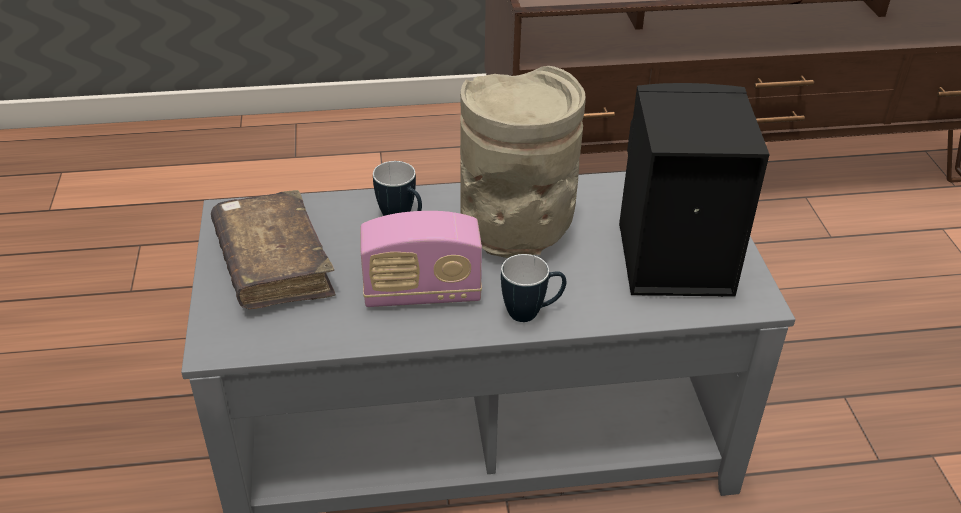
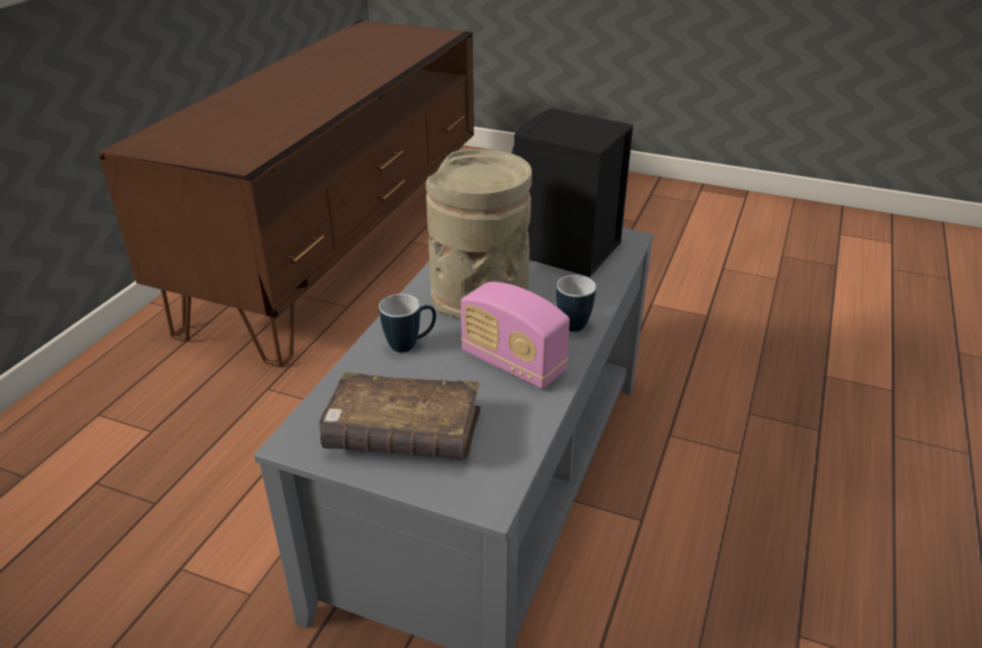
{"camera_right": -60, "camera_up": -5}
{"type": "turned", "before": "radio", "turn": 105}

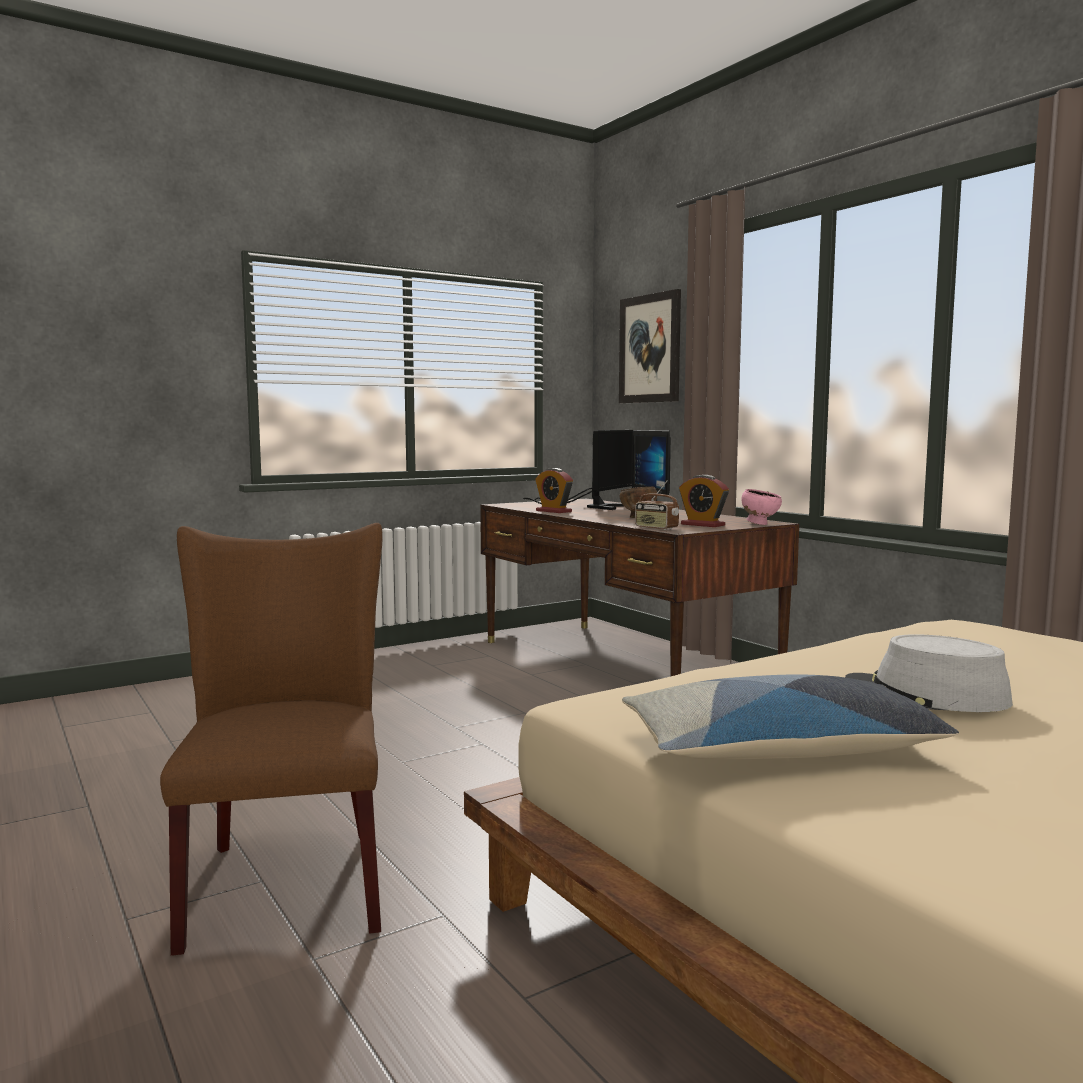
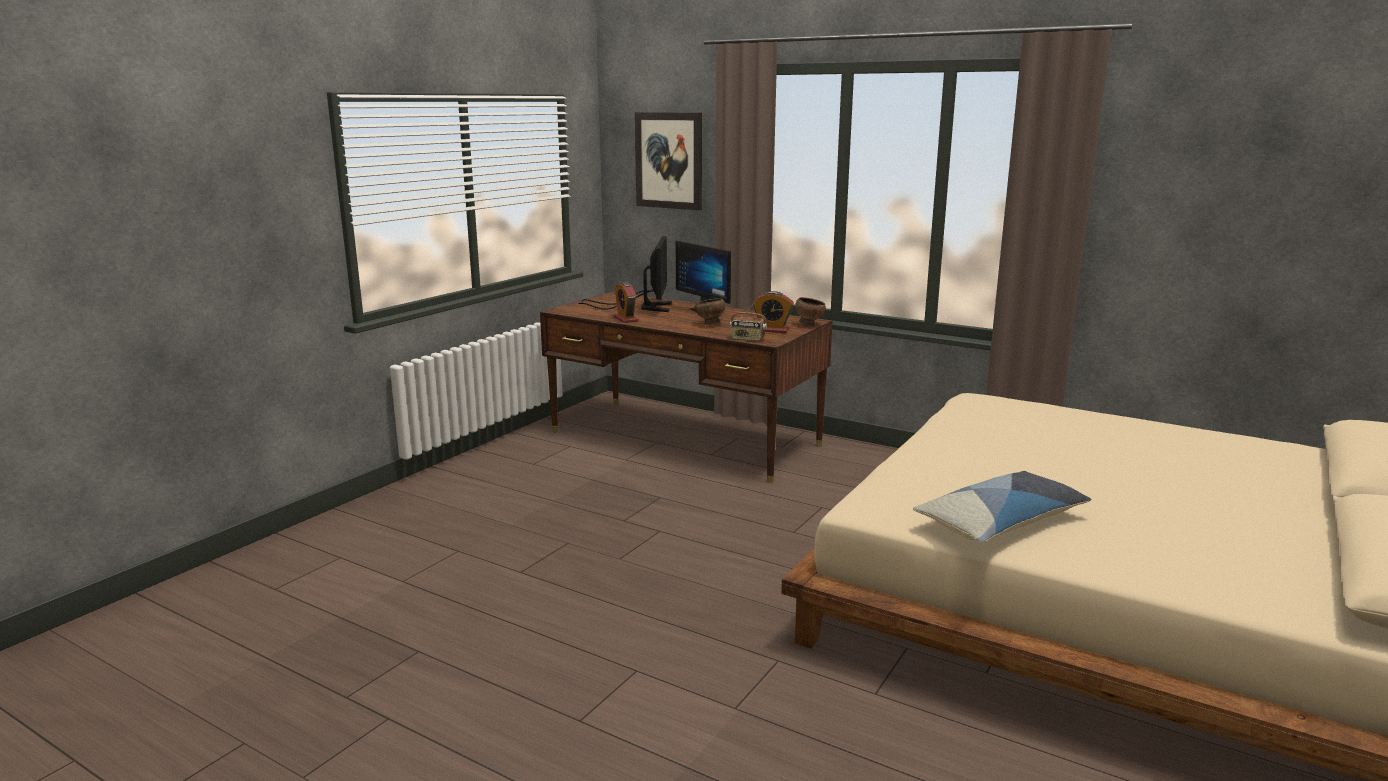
{"camera_right": -25, "camera_up": 10}
{"type": "removed", "before": "brownish plain chair"}
{"type": "turned", "before": "alarm clock (1st from left)", "turn": 45}
{"type": "recoloured", "before": "pink bowl", "after": "brownish bowl (2nd from left)"}
{"type": "removed", "before": "greyish wearable hat"}

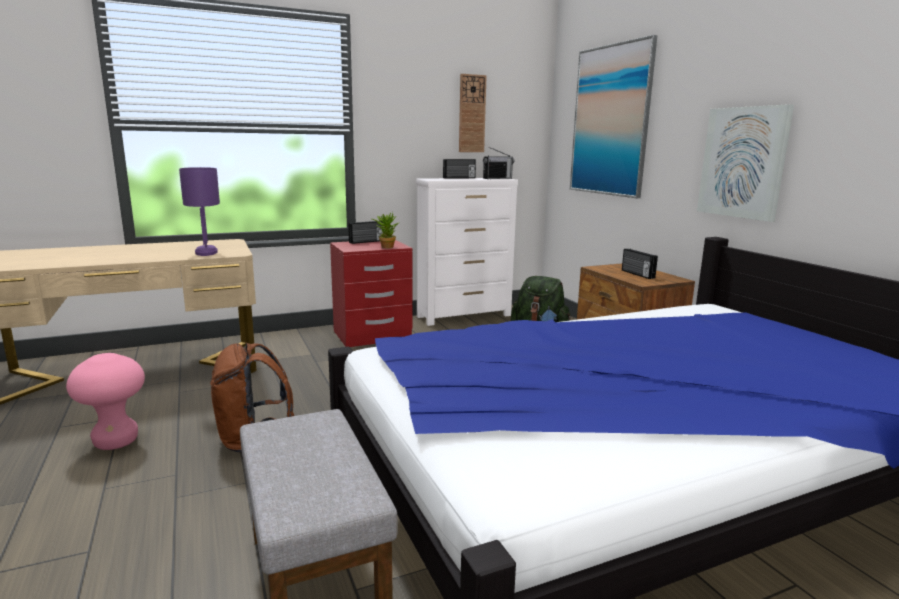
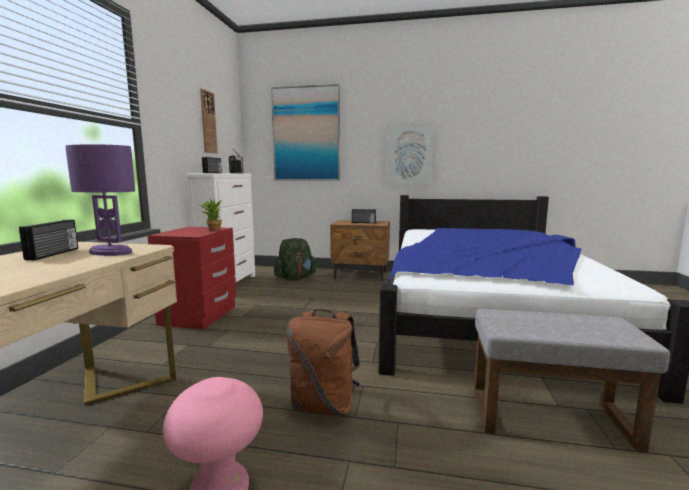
{"camera_right": -55, "camera_up": -5}
{"type": "moved", "before": "radio (1st from left)"}

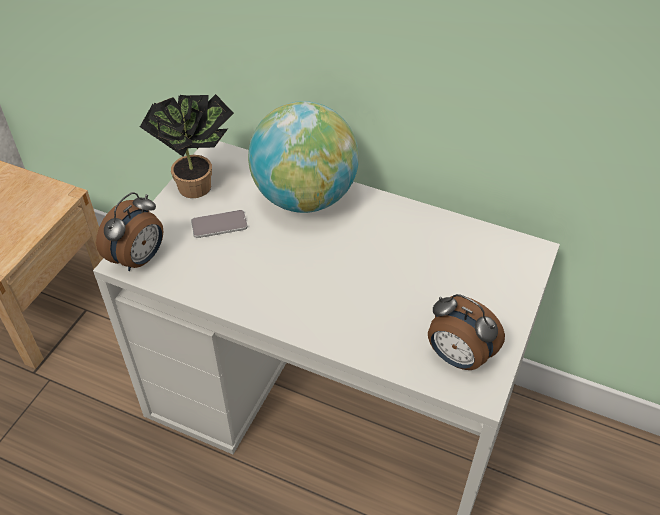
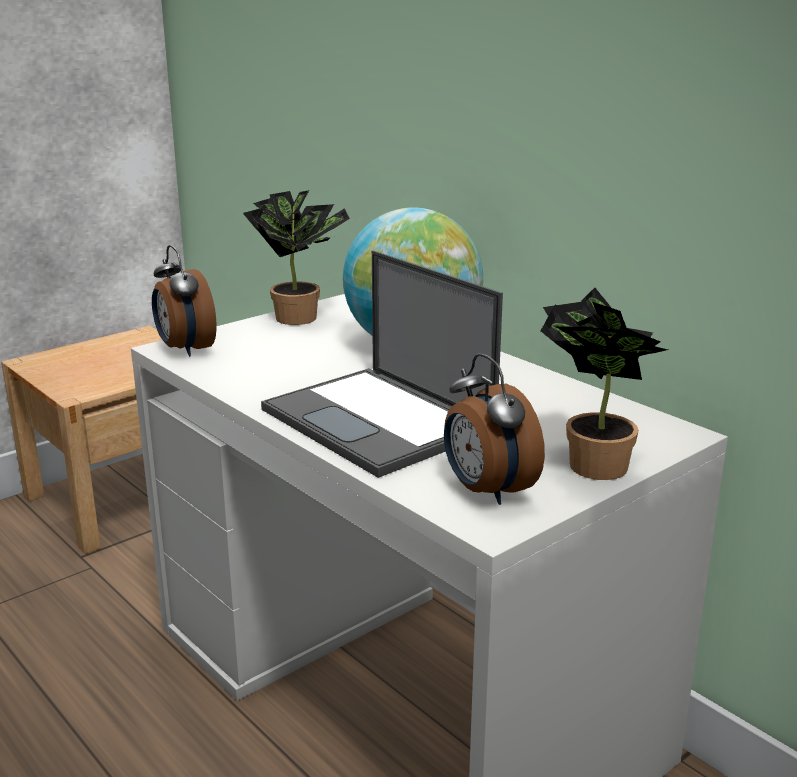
{"camera_right": 25, "camera_up": -25}
{"type": "turned", "before": "alarm clock (1st from left)", "turn": 90}
{"type": "removed", "before": "phone"}
{"type": "added", "after": "notebook computer"}
{"type": "added", "after": "plant in a pot (2nd from left)"}

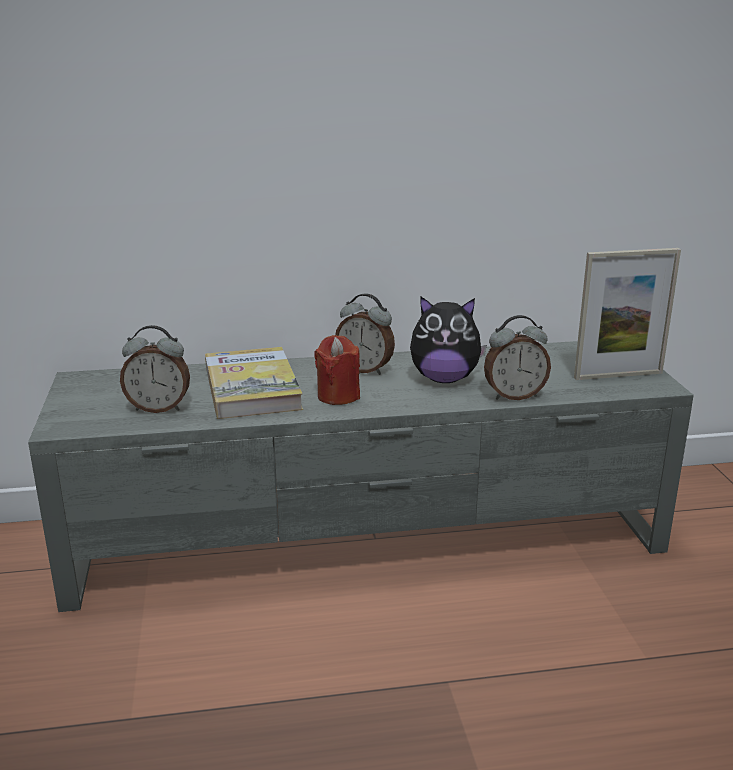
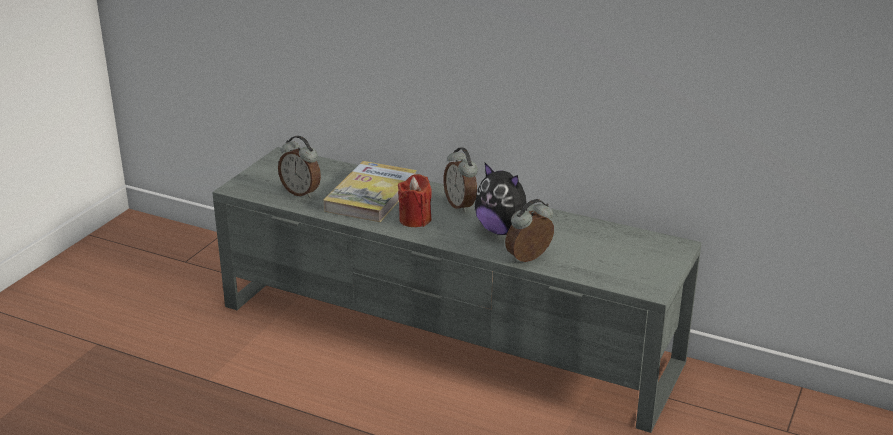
{"camera_right": 35, "camera_up": 5}
{"type": "turned", "before": "alarm clock (3rd from left)", "turn": 120}
{"type": "removed", "before": "photo frame"}

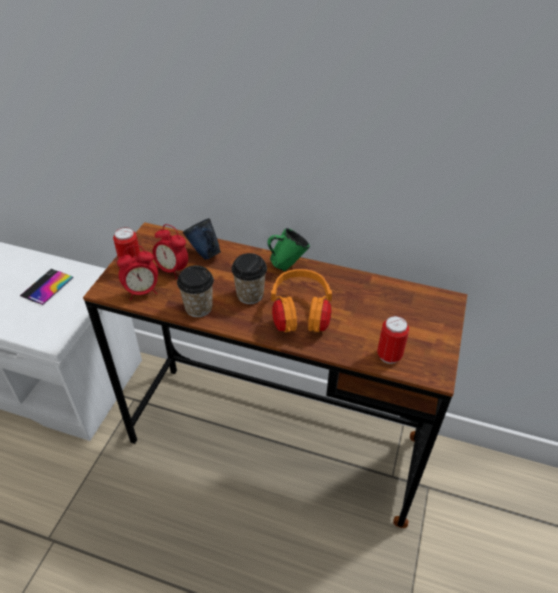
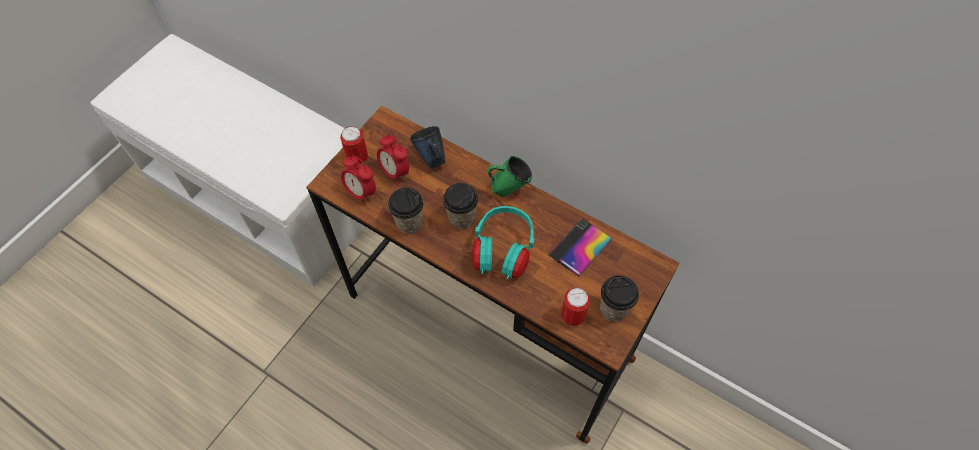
{"camera_right": 15, "camera_up": 15}
{"type": "moved", "before": "phone"}
{"type": "turned", "before": "alarm clock (1st from left)", "turn": 45}
{"type": "recoloured", "before": "orangey headphones", "after": "turquoise headphones"}
{"type": "added", "after": "small cup (3rd from left)"}

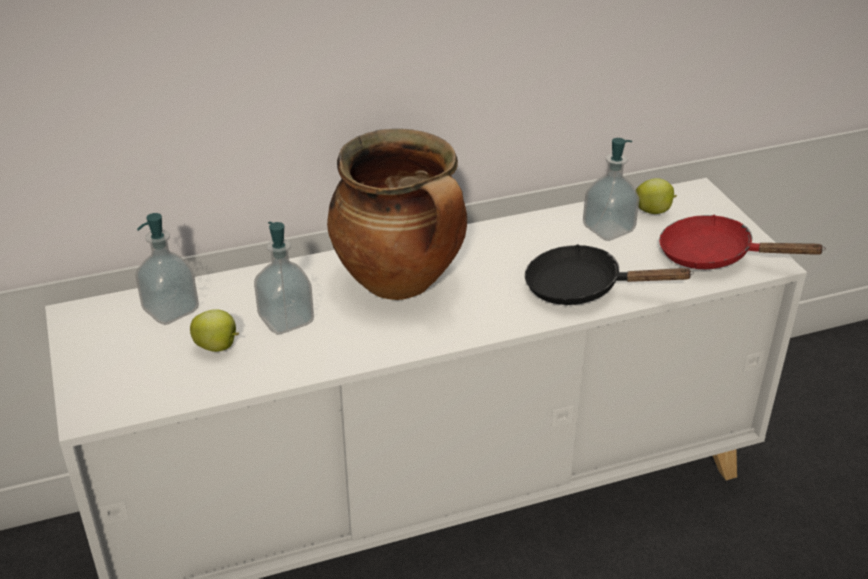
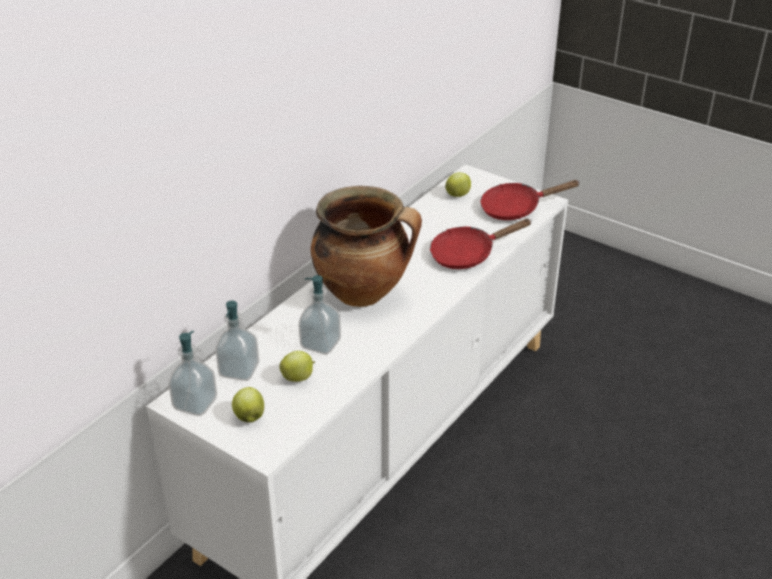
{"camera_right": -35, "camera_up": 0}
{"type": "recoloured", "before": "black frying pan", "after": "red frying pan (1st from left)"}
{"type": "moved", "before": "liquid soap bottle (3rd from left in the first image)", "after": "liquid soap bottle (1st from left)"}
{"type": "added", "after": "whole apple (1st from left)"}

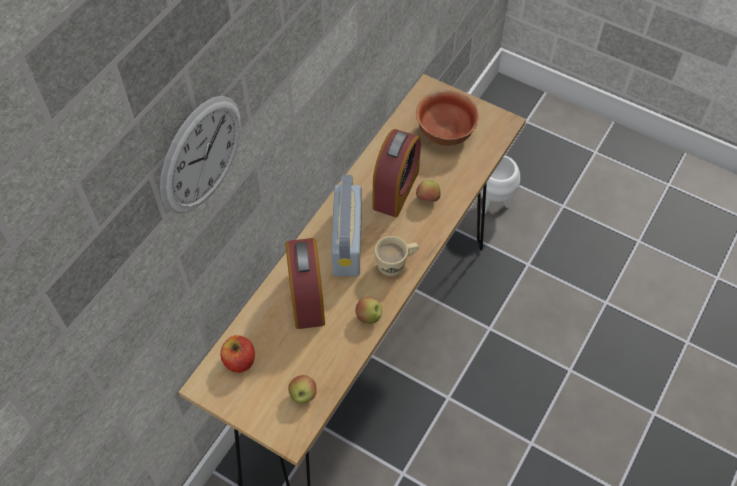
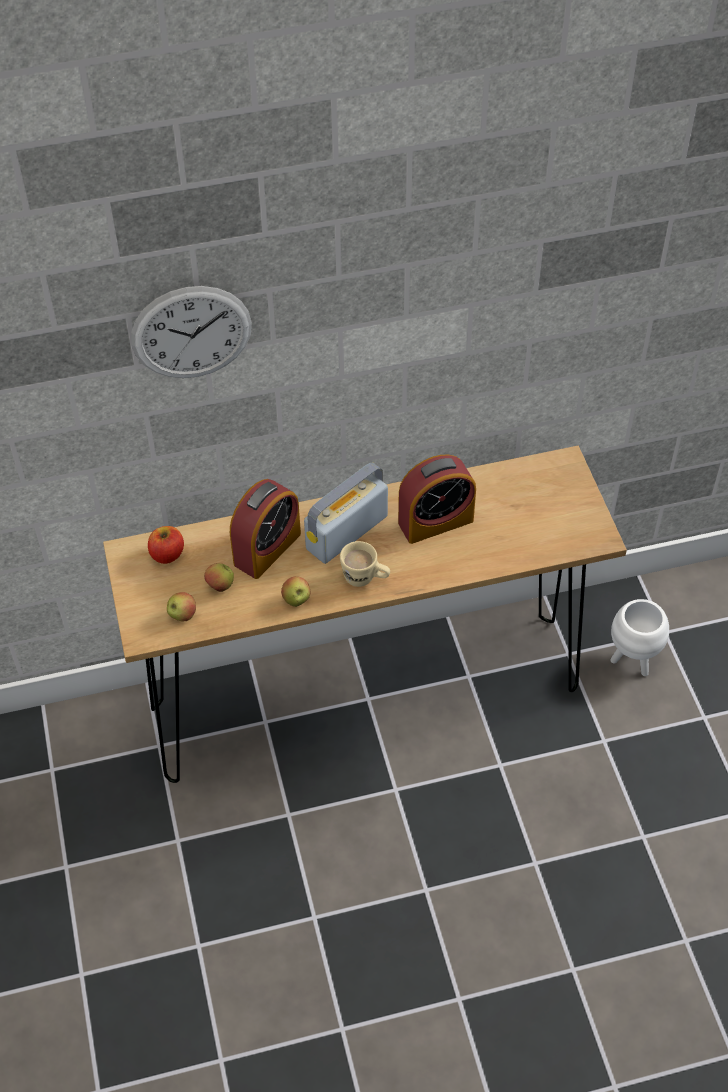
{"camera_right": 45, "camera_up": -5}
{"type": "removed", "before": "bowl"}
{"type": "moved", "before": "whole apple (4th from left in the first image)", "after": "whole apple (3rd from left)"}

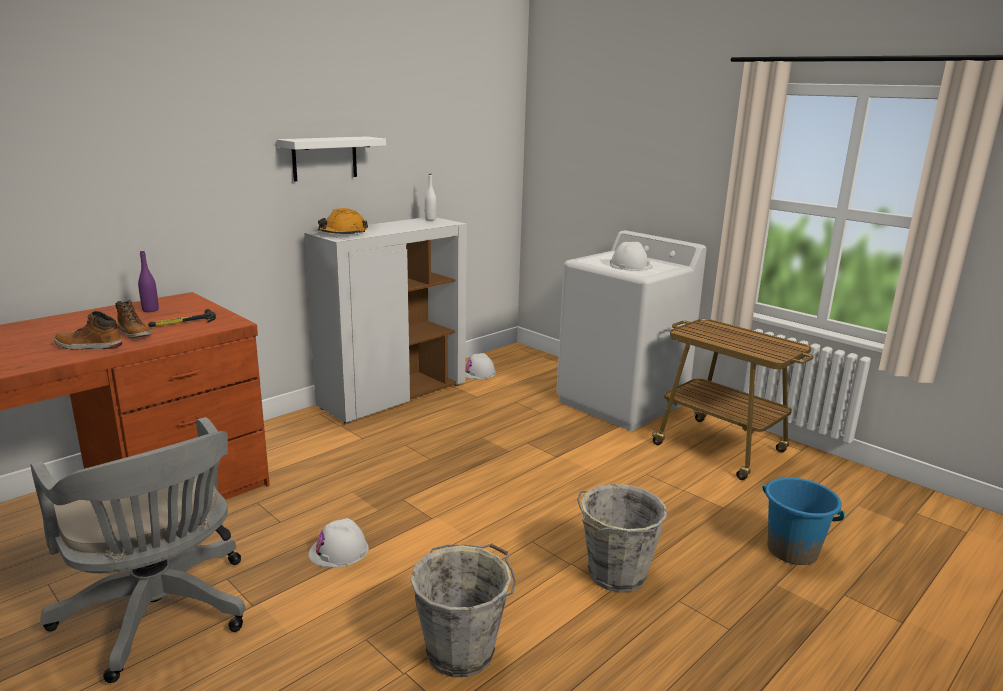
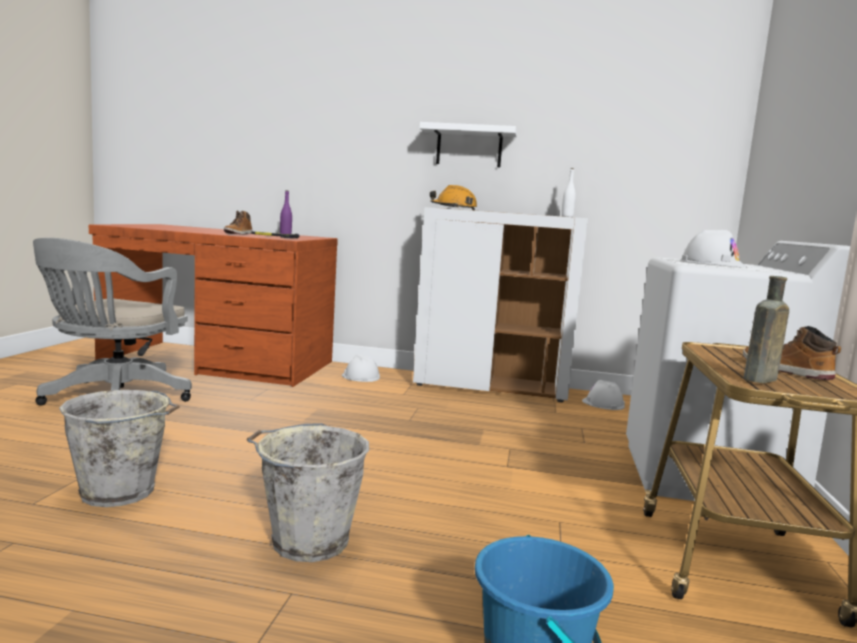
{"camera_right": 55, "camera_up": -10}
{"type": "moved", "before": "tall boot (1st from left in the first image)", "after": "tall boot (2nd from left)"}
{"type": "moved", "before": "white-coloured safety helmet (1st from left)"}
{"type": "added", "after": "brownish bottle"}

